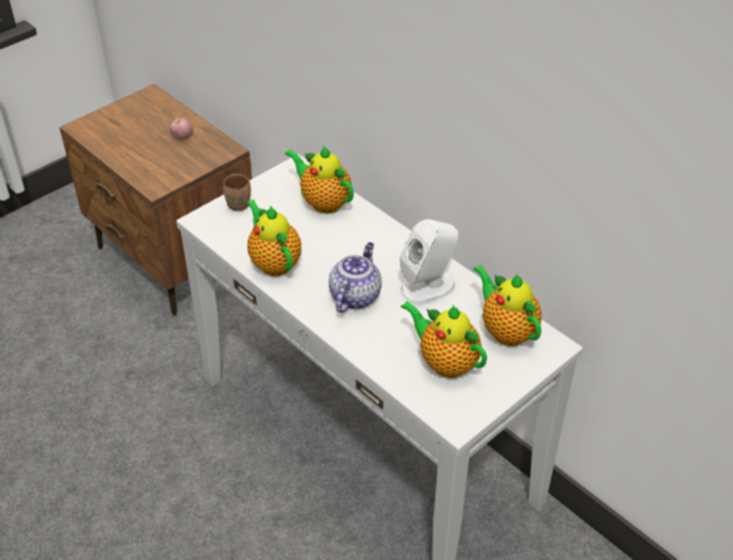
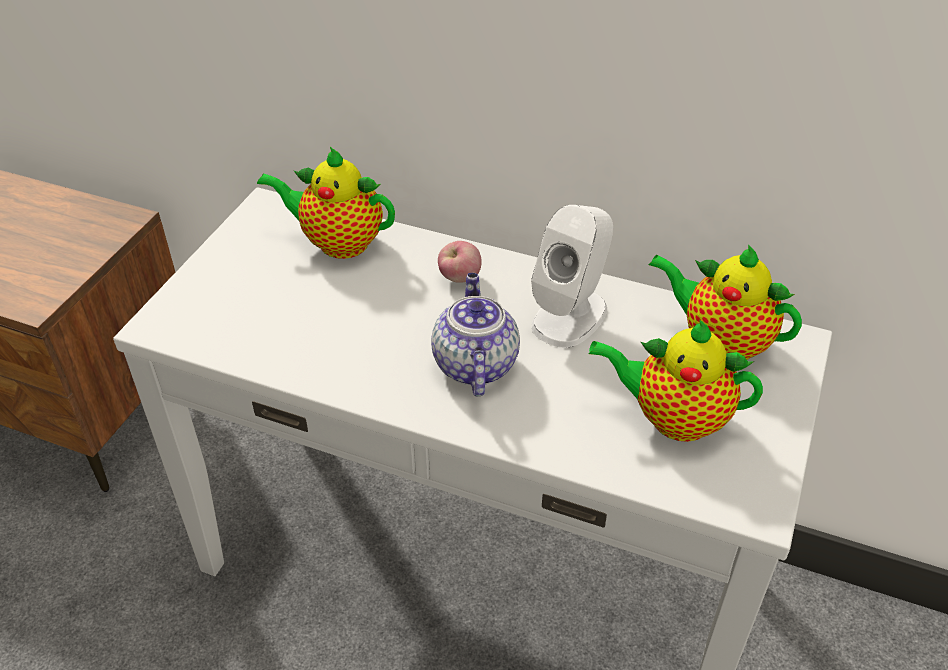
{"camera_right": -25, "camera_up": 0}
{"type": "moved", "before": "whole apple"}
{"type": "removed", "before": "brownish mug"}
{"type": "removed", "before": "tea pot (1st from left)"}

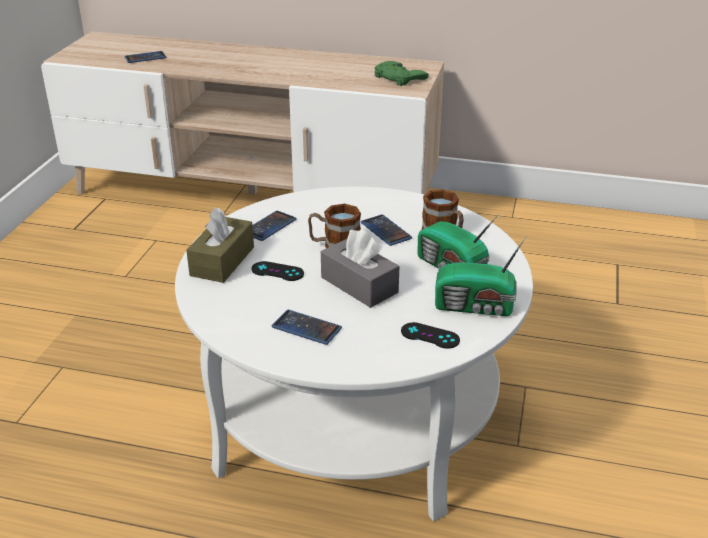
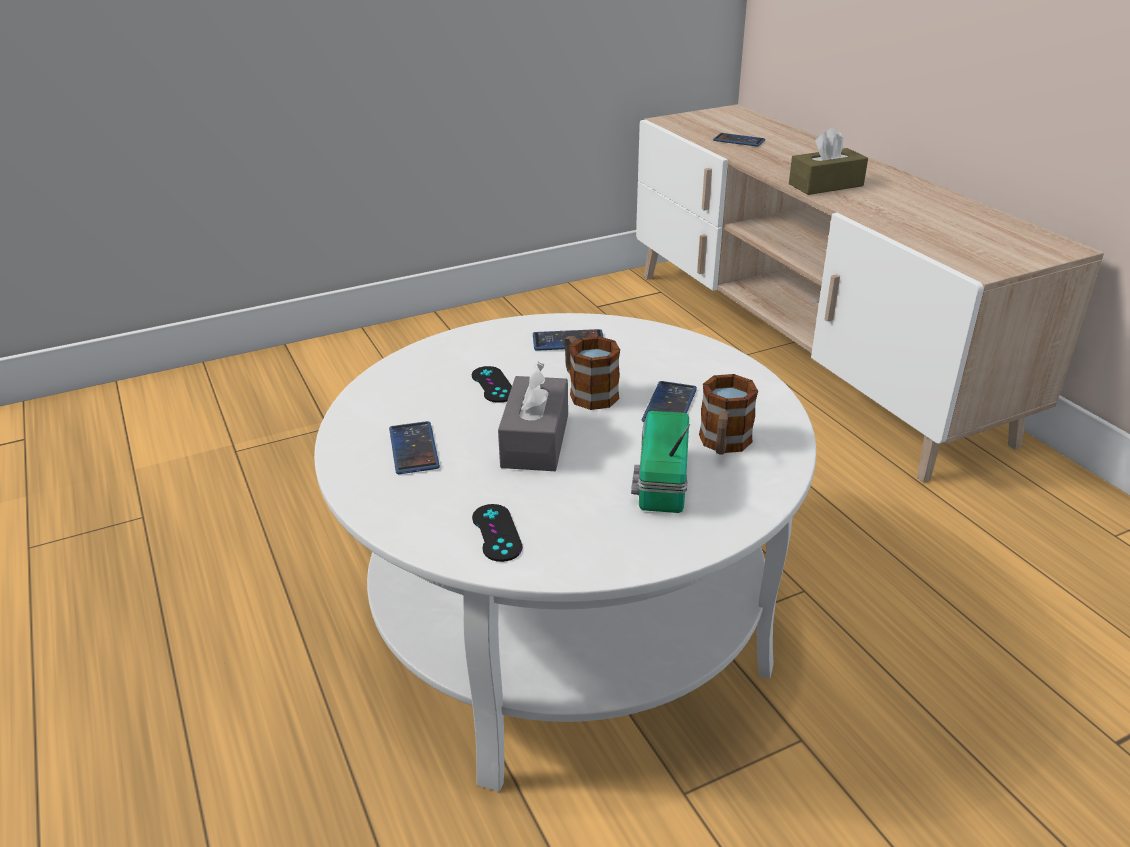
{"camera_right": 50, "camera_up": 0}
{"type": "moved", "before": "brownish tissue box"}
{"type": "removed", "before": "greenish game controller"}
{"type": "removed", "before": "radio (2nd from left)"}

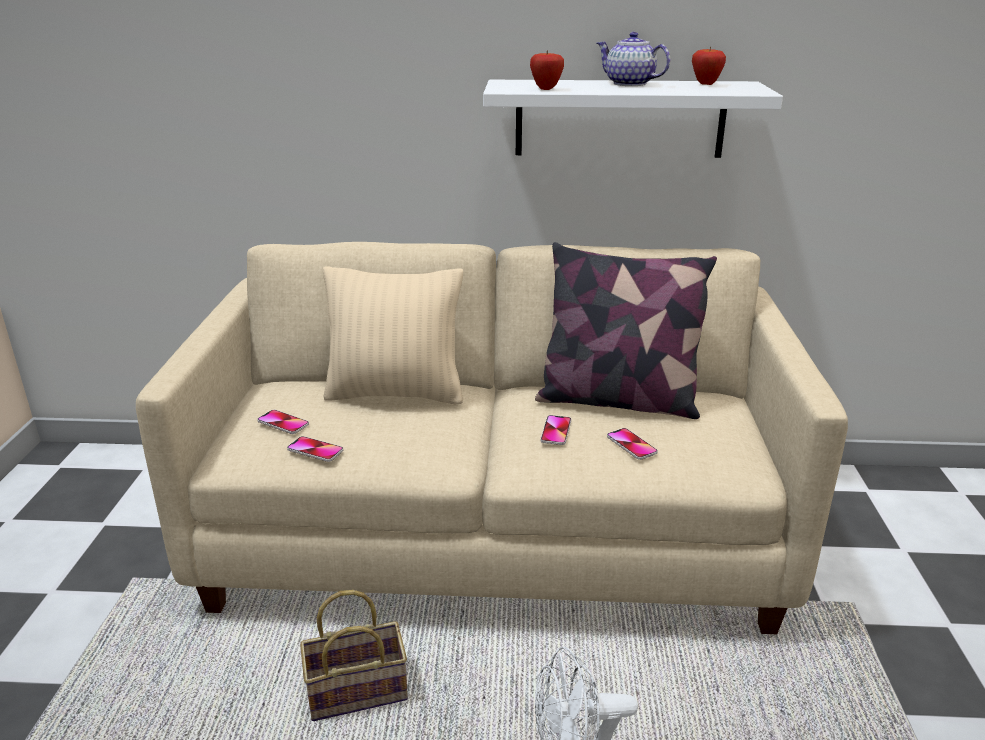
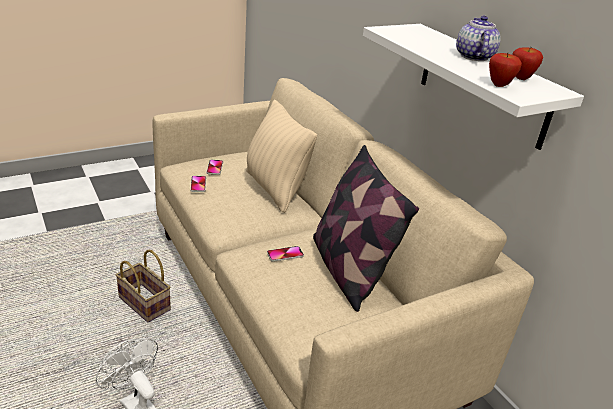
{"camera_right": 55, "camera_up": 5}
{"type": "moved", "before": "whole apple (1st from left)"}
{"type": "removed", "before": "phone (4th from left)"}

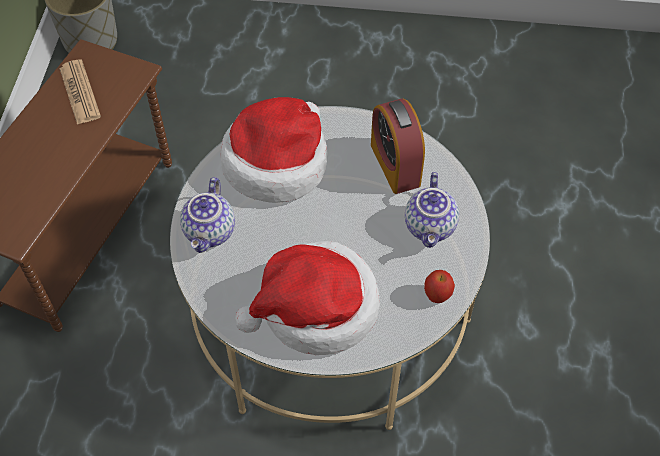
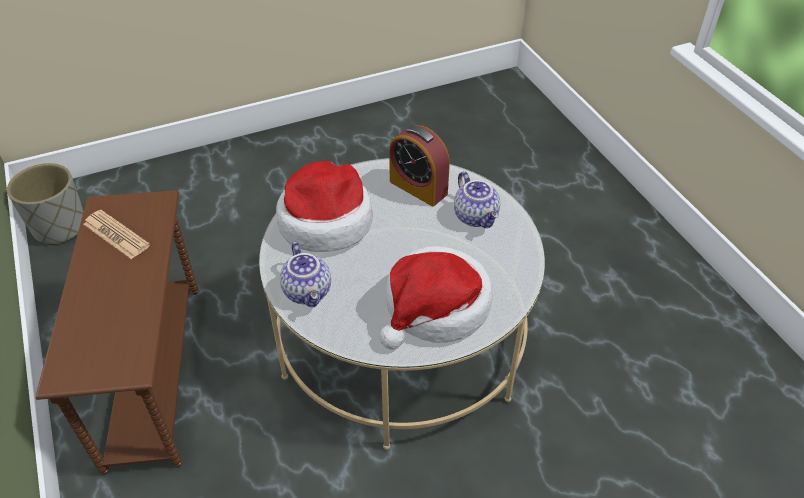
{"camera_right": -30, "camera_up": -10}
{"type": "removed", "before": "whole apple"}

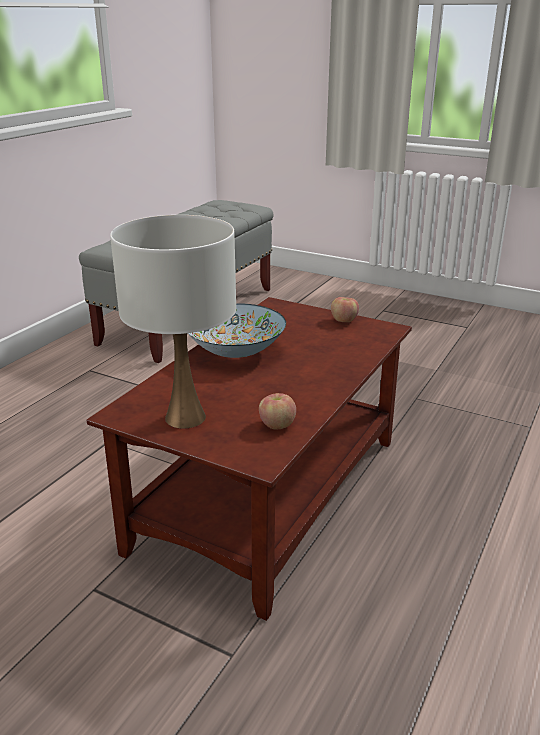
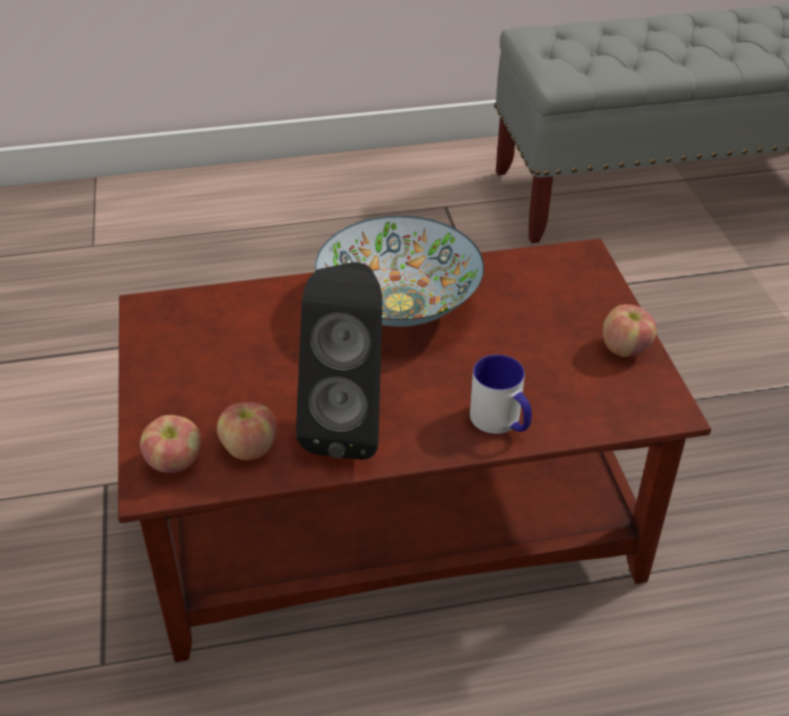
{"camera_right": 50, "camera_up": 15}
{"type": "removed", "before": "white-coloured table lamp"}
{"type": "added", "after": "whole apple (1st from left)"}
{"type": "added", "after": "black loudspeaker"}
{"type": "added", "after": "mug"}

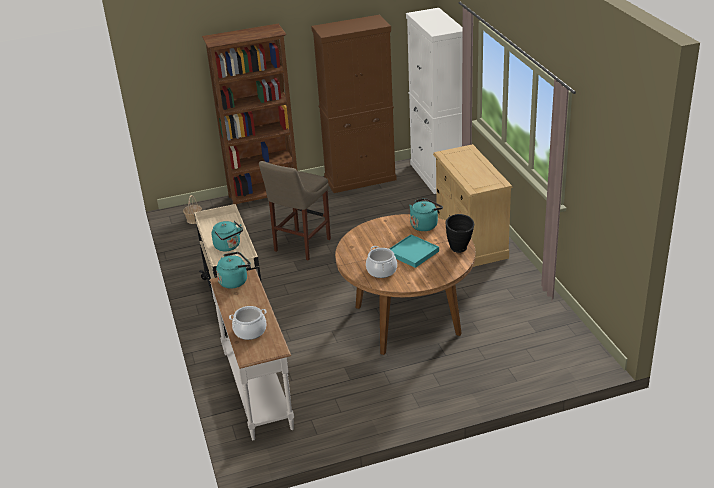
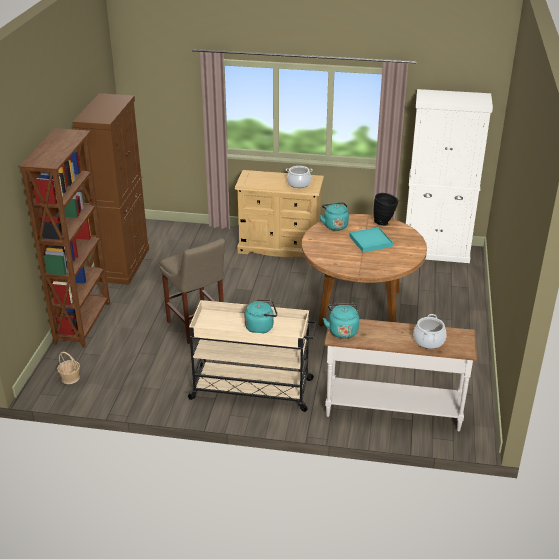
{"camera_right": -65, "camera_up": 0}
{"type": "moved", "before": "saucepot (2nd from left in the first image)", "after": "saucepot (1st from left)"}
{"type": "moved", "before": "white-coloured cabinet"}

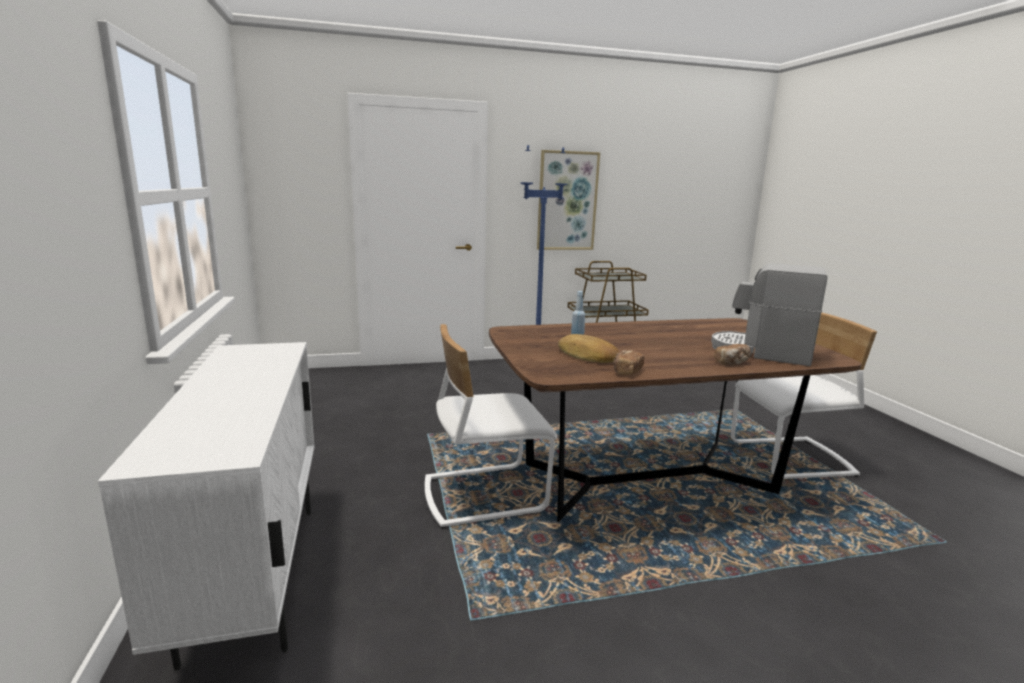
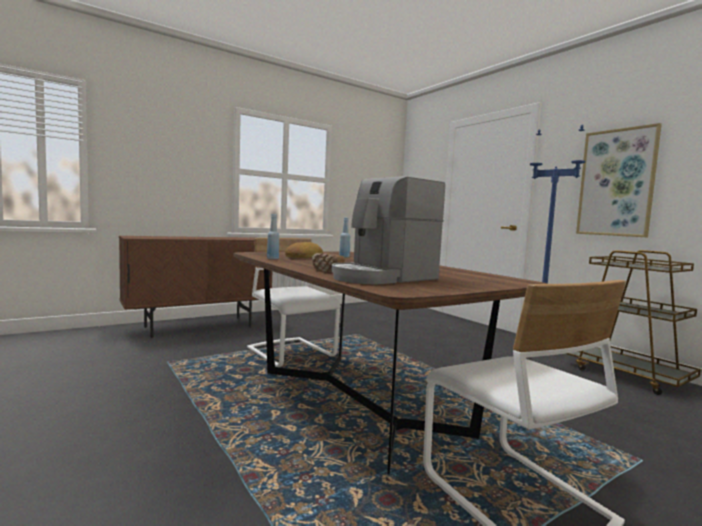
{"camera_right": 70, "camera_up": -10}
{"type": "recoloured", "before": "white-coloured cabinet", "after": "brownish cabinet"}
{"type": "replaced", "before": "bread (2nd from left)", "after": "blue bottle (1st from left)"}
{"type": "turned", "before": "coffee maker", "turn": -135}

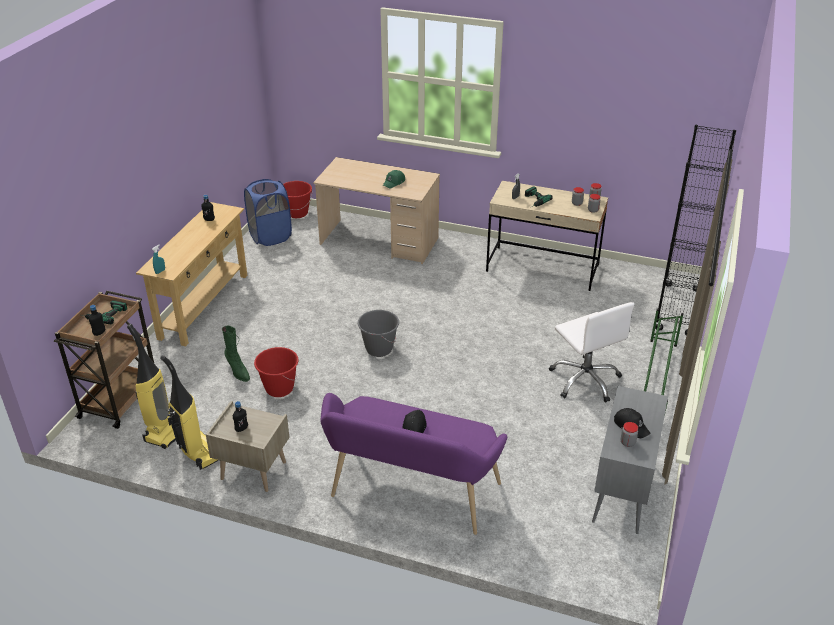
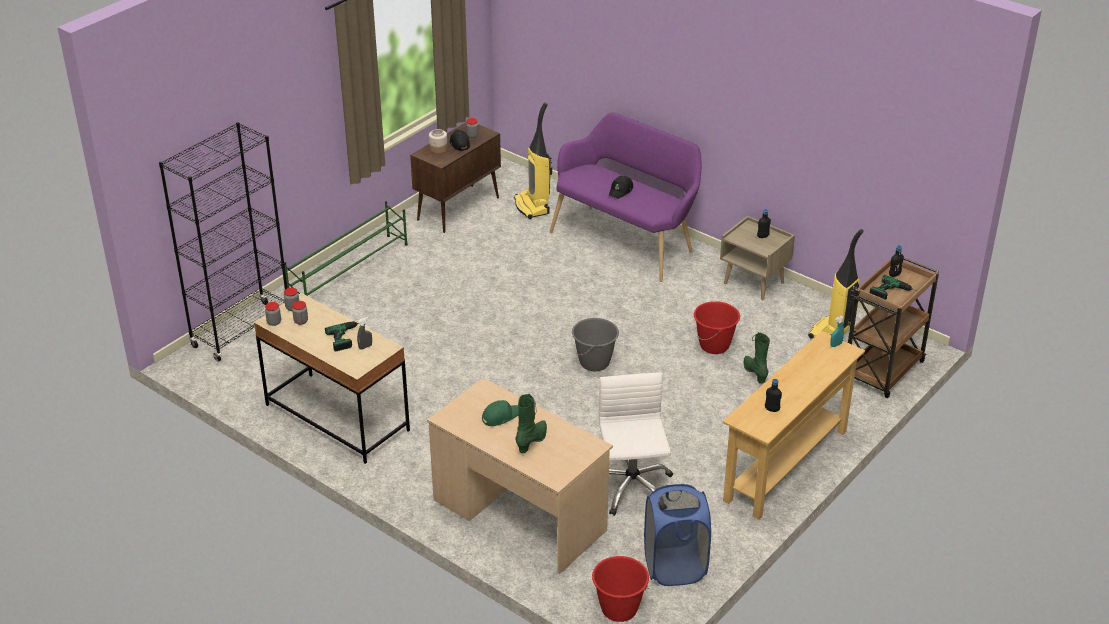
{"camera_right": -160, "camera_up": 0}
{"type": "moved", "before": "hoover (2nd from left in the first image)", "after": "hoover (1st from left)"}
{"type": "moved", "before": "white-coloured office chair"}
{"type": "recoloured", "before": "greyish cabinet", "after": "brownish cabinet"}
{"type": "added", "after": "storage jar (4th from left)"}
{"type": "added", "after": "greenish tall boot (1st from left)"}

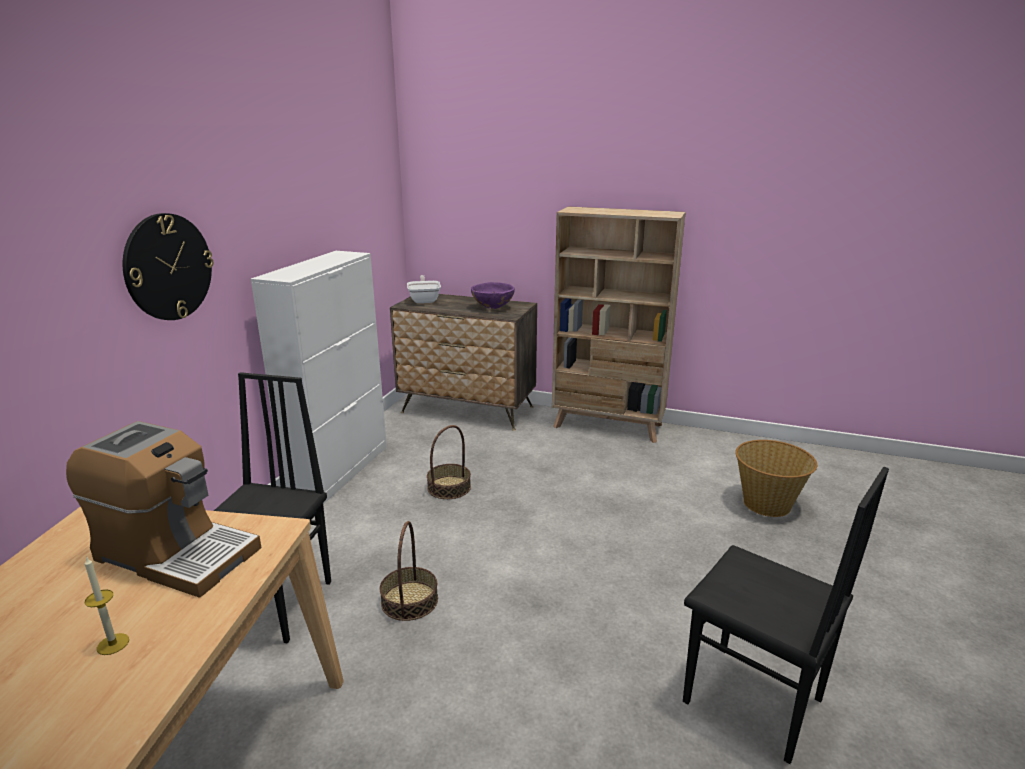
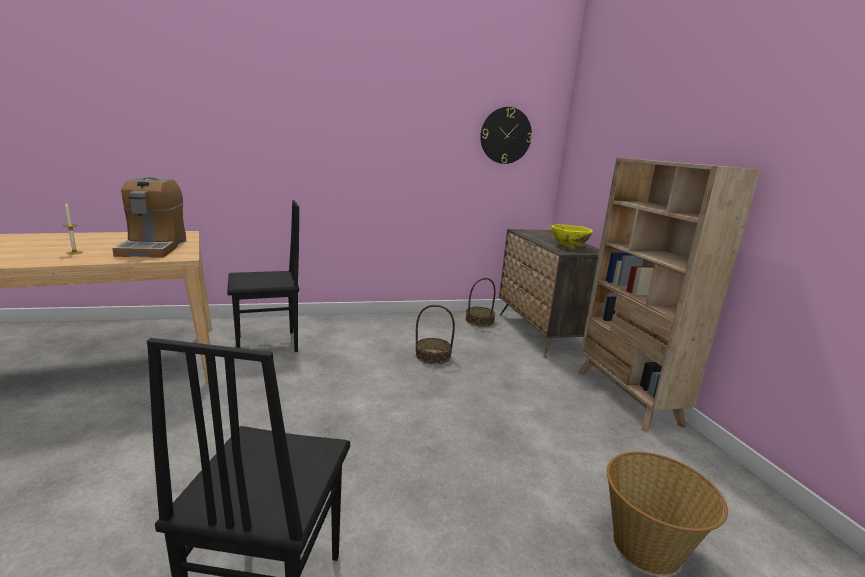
{"camera_right": 55, "camera_up": -5}
{"type": "moved", "before": "clock on the wall"}
{"type": "removed", "before": "white-coloured cabinet"}
{"type": "moved", "before": "storage basket (1st from left in the first image)", "after": "storage basket (2nd from left)"}
{"type": "removed", "before": "frying pan"}
{"type": "recoloured", "before": "purple bowl", "after": "yellowish bowl"}

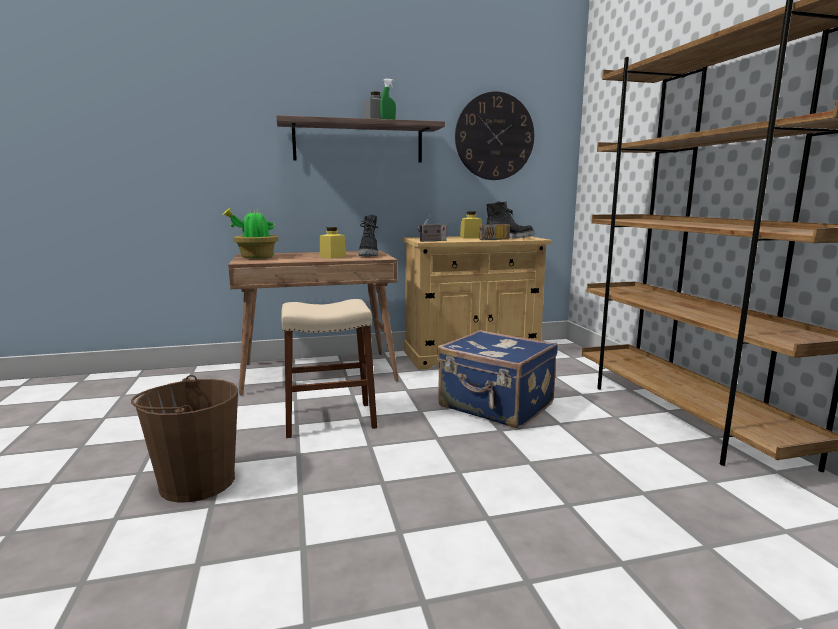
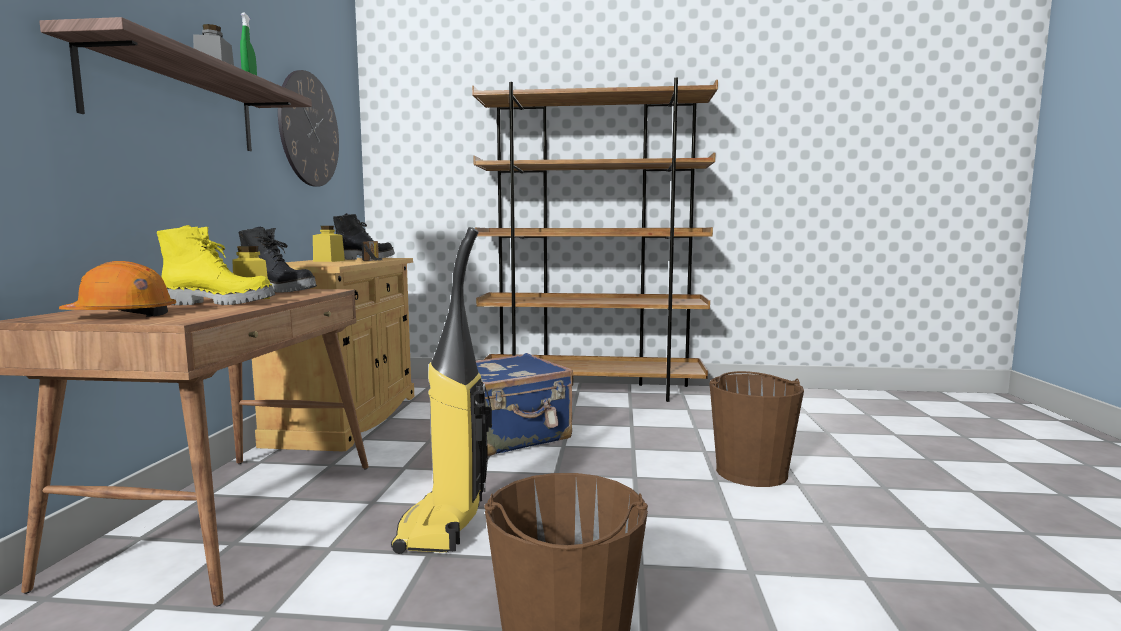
{"camera_right": -70, "camera_up": -5}
{"type": "replaced", "before": "plant in a pot", "after": "orangey safety helmet"}
{"type": "replaced", "before": "beige-coloured sitting stool", "after": "hoover"}
{"type": "removed", "before": "radio (1st from left)"}
{"type": "added", "after": "yellowish tall boot"}
{"type": "added", "after": "brownish pail (2nd from left)"}

